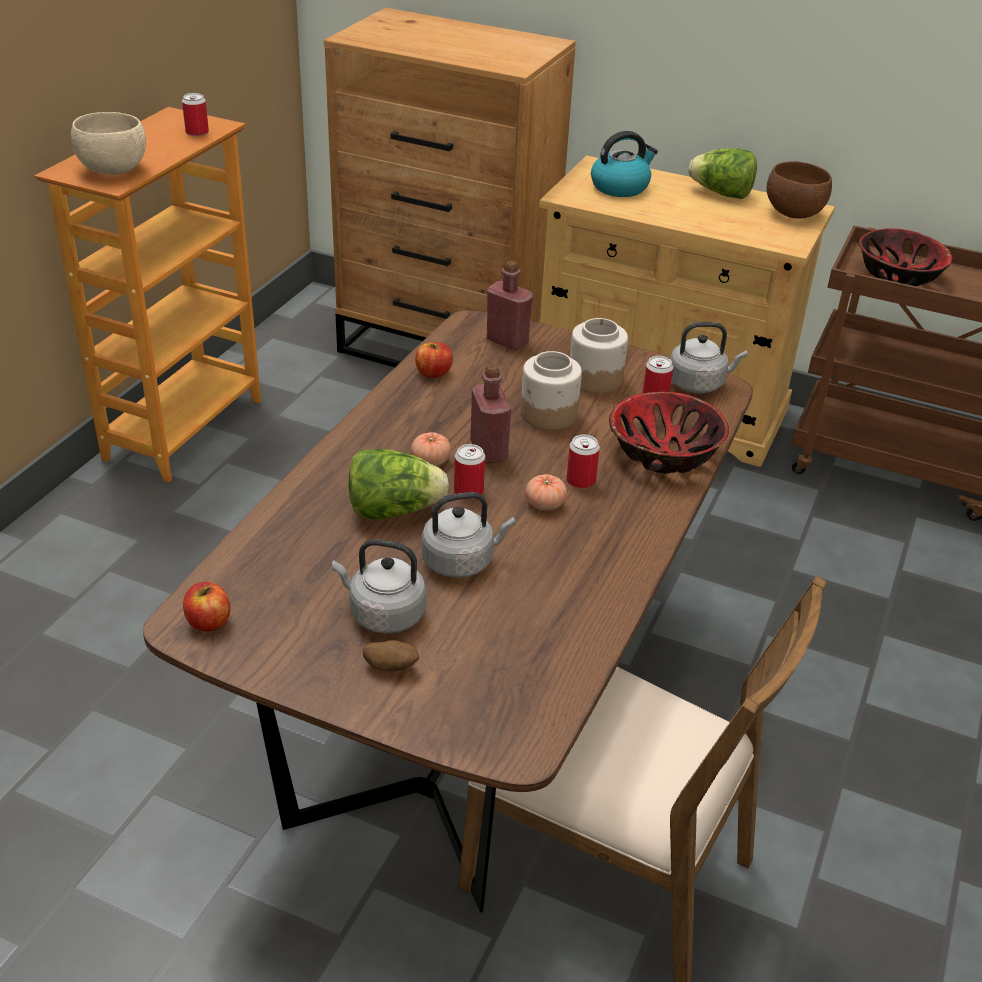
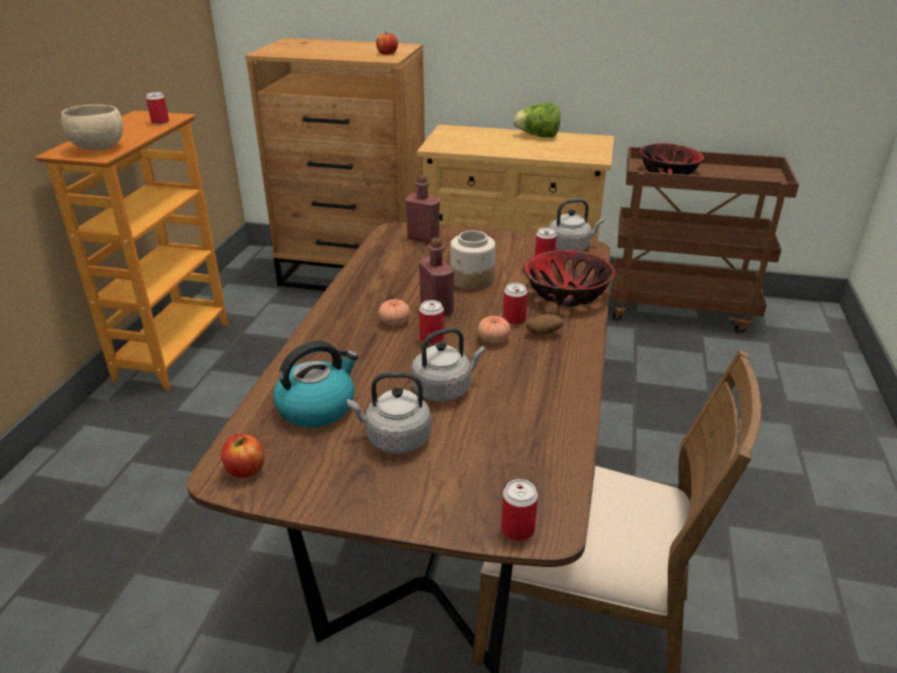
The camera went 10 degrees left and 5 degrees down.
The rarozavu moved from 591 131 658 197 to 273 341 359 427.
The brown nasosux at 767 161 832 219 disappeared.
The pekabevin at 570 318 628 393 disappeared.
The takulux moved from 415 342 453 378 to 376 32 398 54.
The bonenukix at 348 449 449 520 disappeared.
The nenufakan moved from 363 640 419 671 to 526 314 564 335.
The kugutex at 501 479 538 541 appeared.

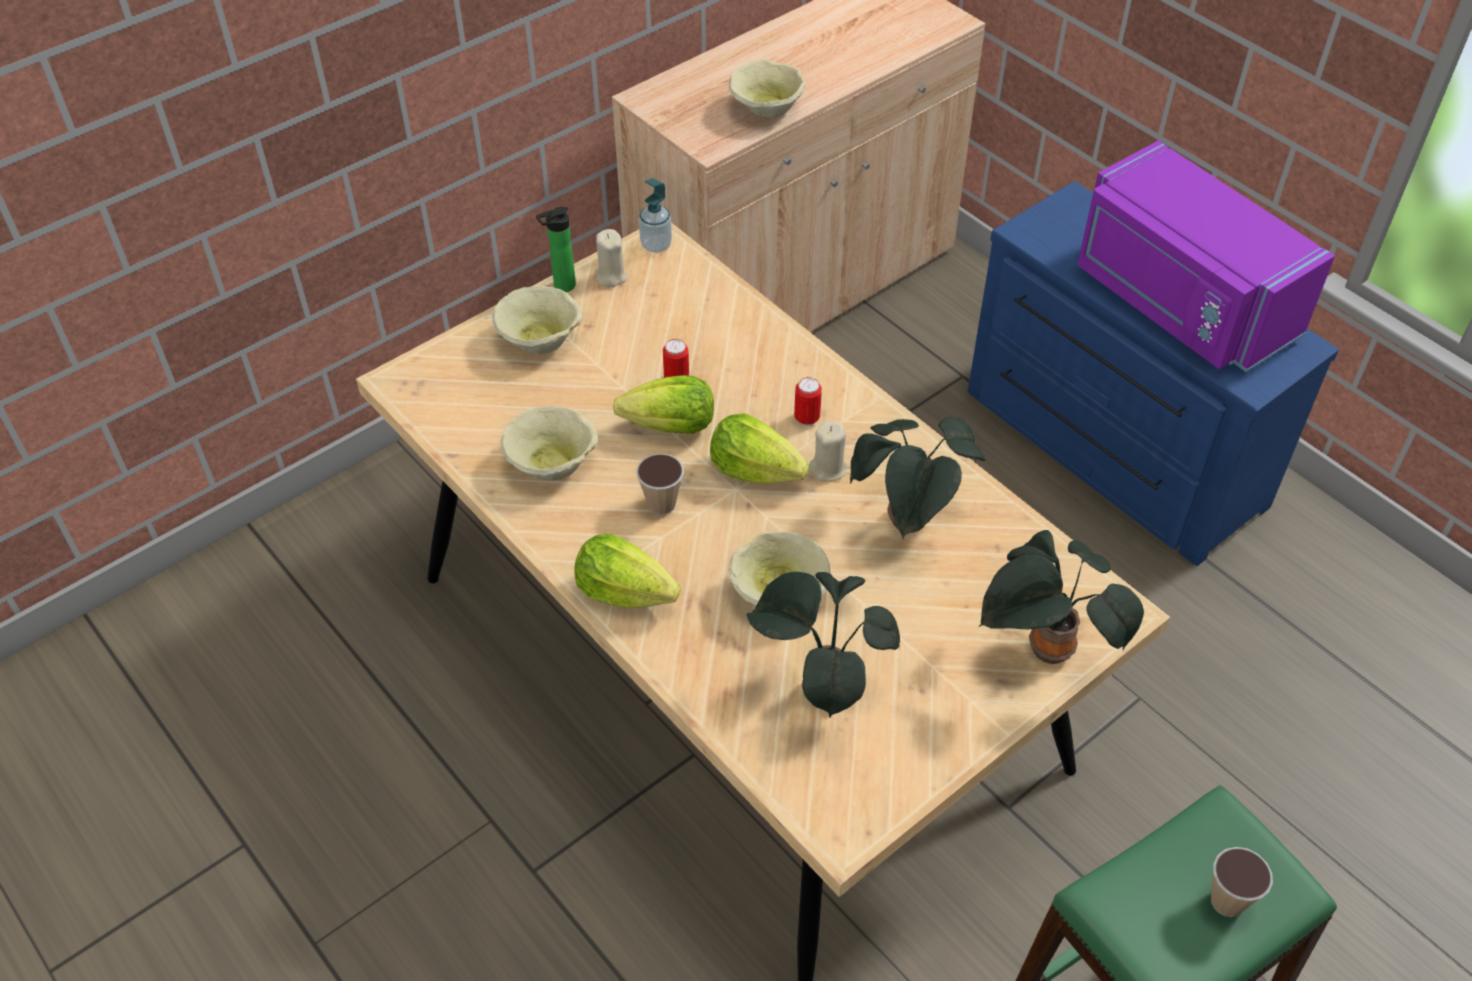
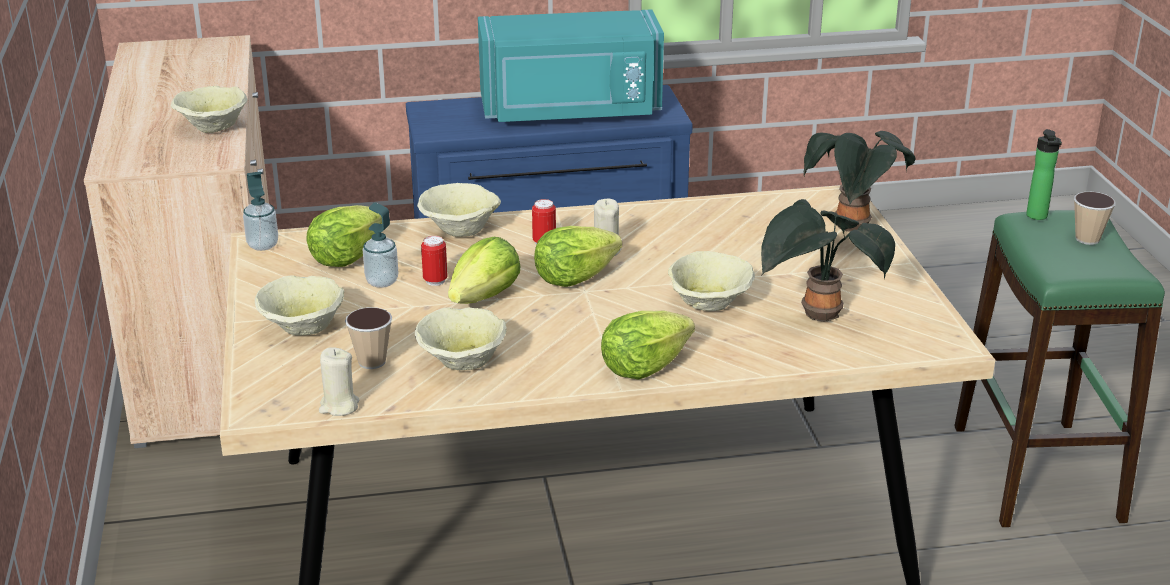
The camera went 60 degrees left and 20 degrees down.
The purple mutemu at 1077 141 1335 372 became the turquoise mutemu at 478 9 664 122.
The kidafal moved from 536 207 576 292 to 1026 129 1062 220.
The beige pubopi moved from 595 229 627 287 to 319 347 359 416.
The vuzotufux at 850 417 986 539 disappeared.
The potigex moved from 636 454 684 515 to 345 307 392 369.
The beige nasosux at 417 183 501 237 appeared.
The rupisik at 363 203 399 288 appeared.
The bonenukix at 306 205 382 267 appeared.

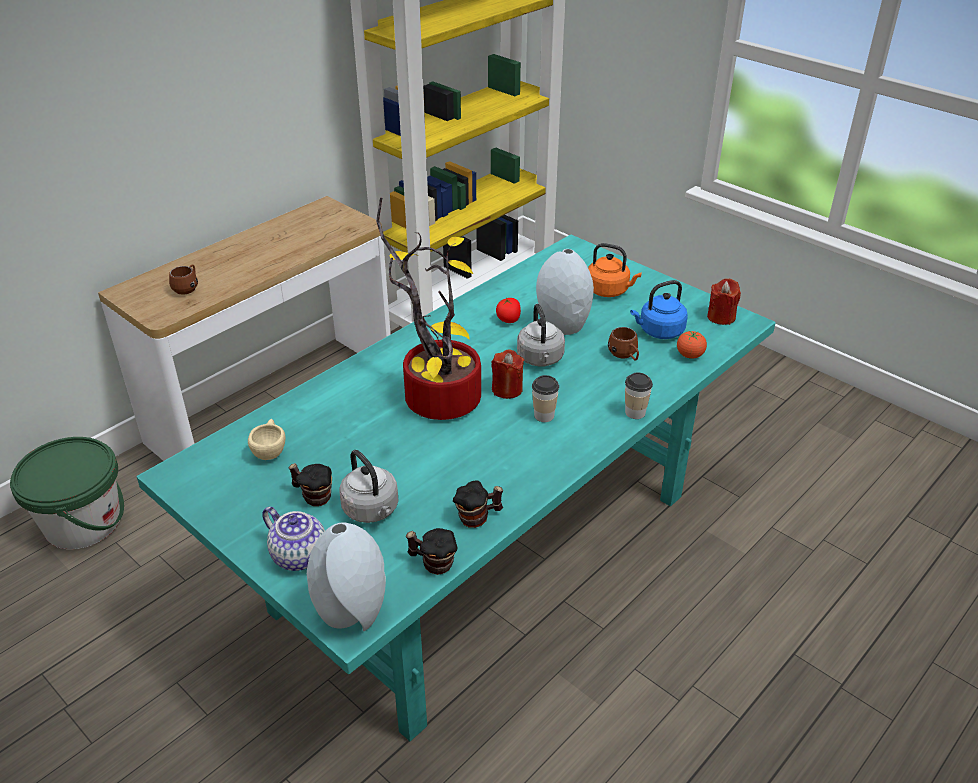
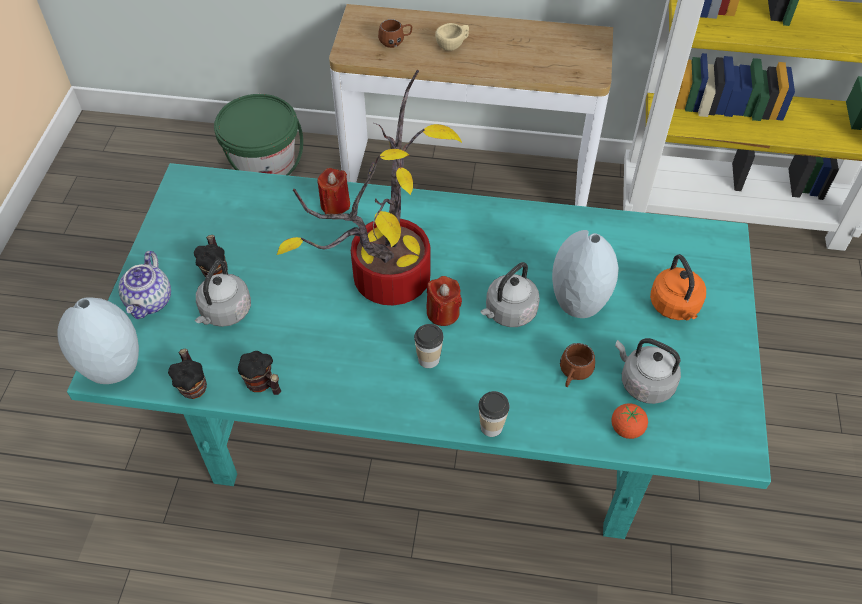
The camera went 55 degrees right and 15 degrees up.
The red pubopi moved from 707 278 741 325 to 317 168 350 214.
The blue rarozavu at 630 280 688 339 became the grey rarozavu at 615 338 681 404.
The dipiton at 496 297 521 323 disappeared.
The beige potigex moved from 248 419 286 460 to 435 23 469 51.

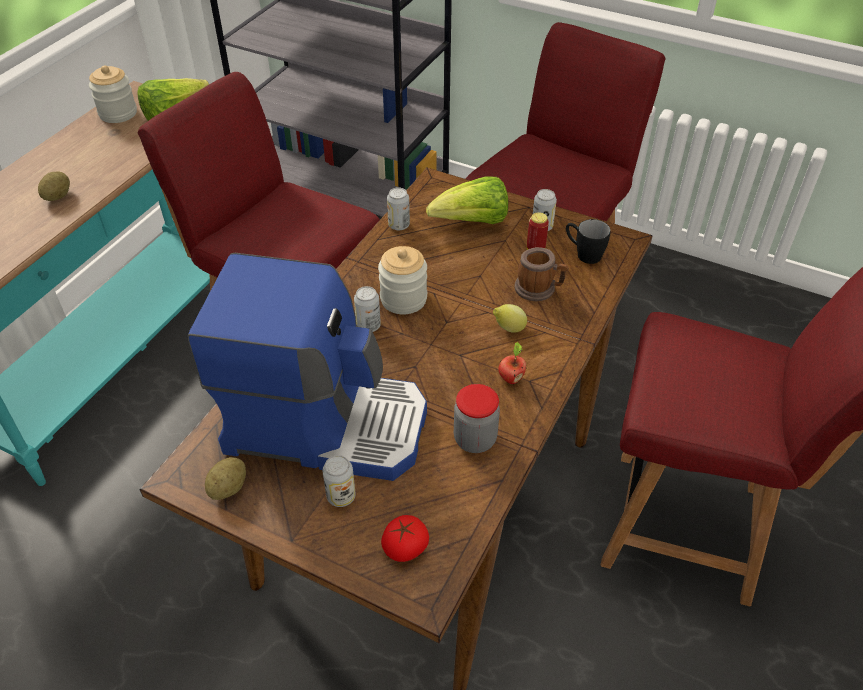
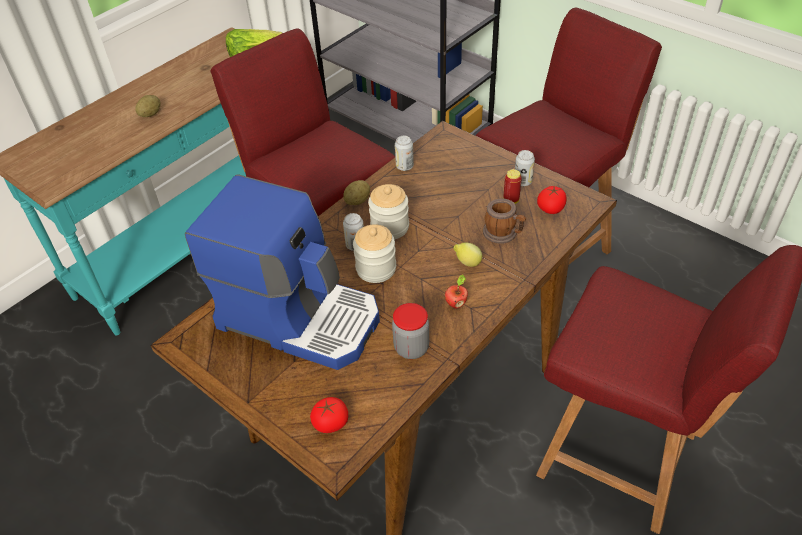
The camera went 15 degrees right and 0 degrees up.
The pekabevin moved from 89 65 137 123 to 353 224 396 283.
The bonenukix at 426 176 508 224 disappeared.
The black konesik at 566 219 611 264 was replaced by the dipiton at 537 186 567 214.
The kugutex at 322 455 356 507 disappeared.
The nenufakan moved from 205 457 246 500 to 343 180 370 205.

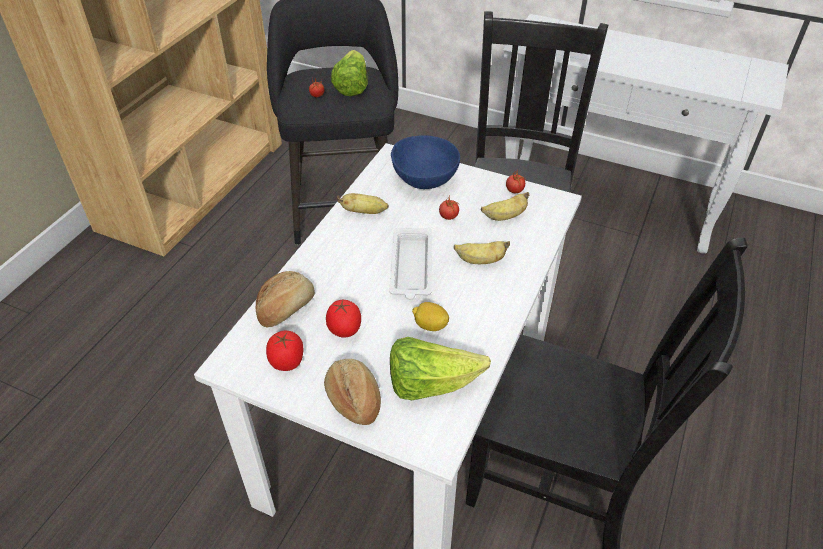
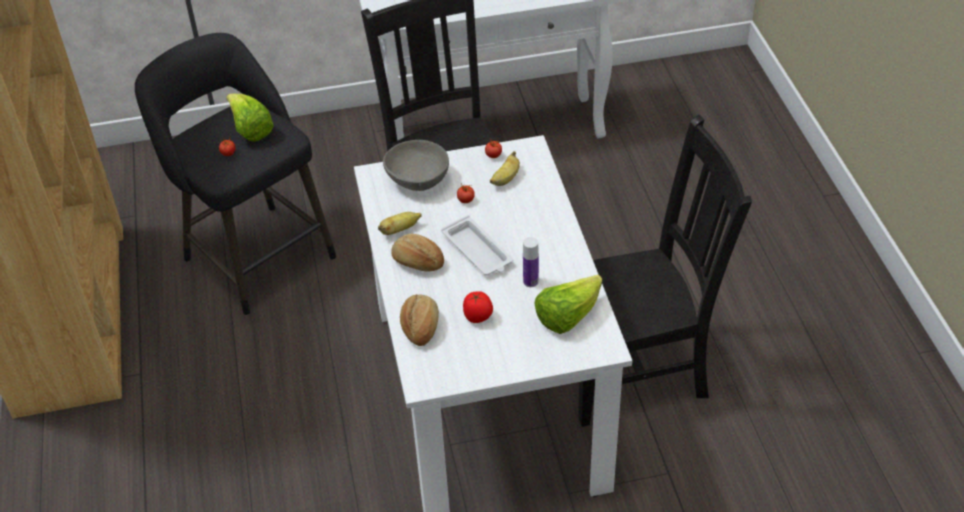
The camera went 35 degrees left and 0 degrees up.
The blue nasosux at 391 135 460 189 became the grey nasosux at 383 140 449 191.
The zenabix at 454 241 510 264 disappeared.
The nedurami at 412 302 449 331 was replaced by the kidafal at 523 237 539 287.
The dipiton at 266 331 304 371 disappeared.
The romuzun moved from 324 359 381 425 to 391 234 444 271.

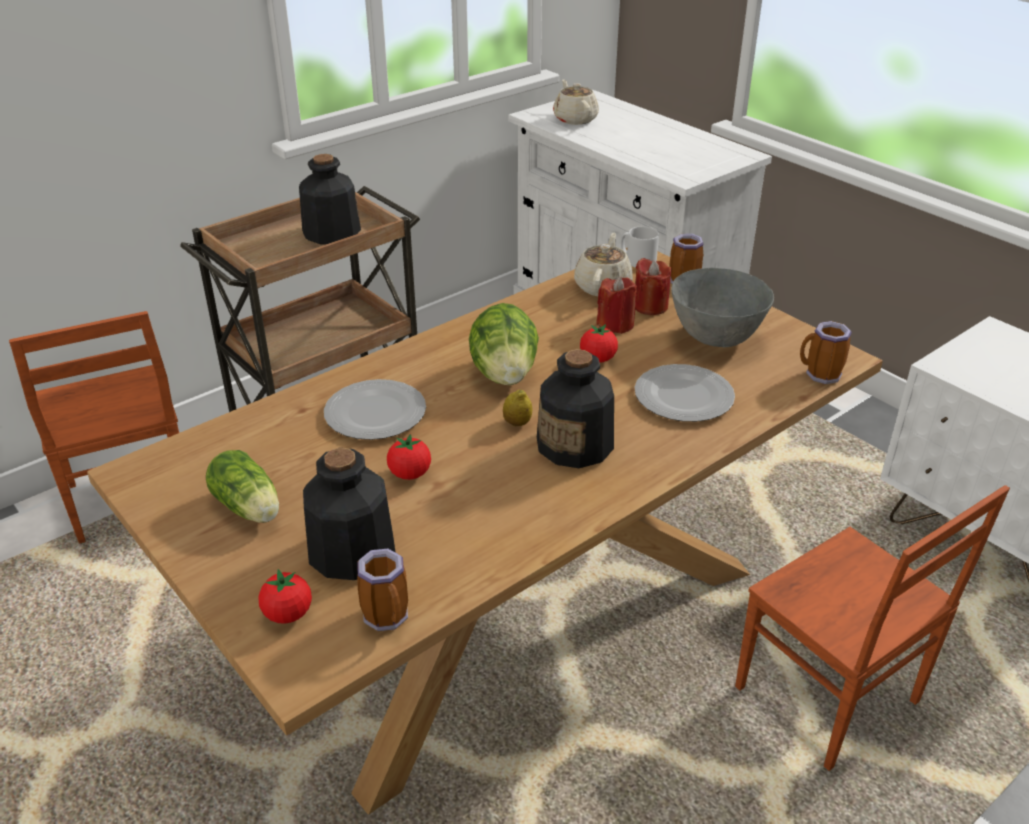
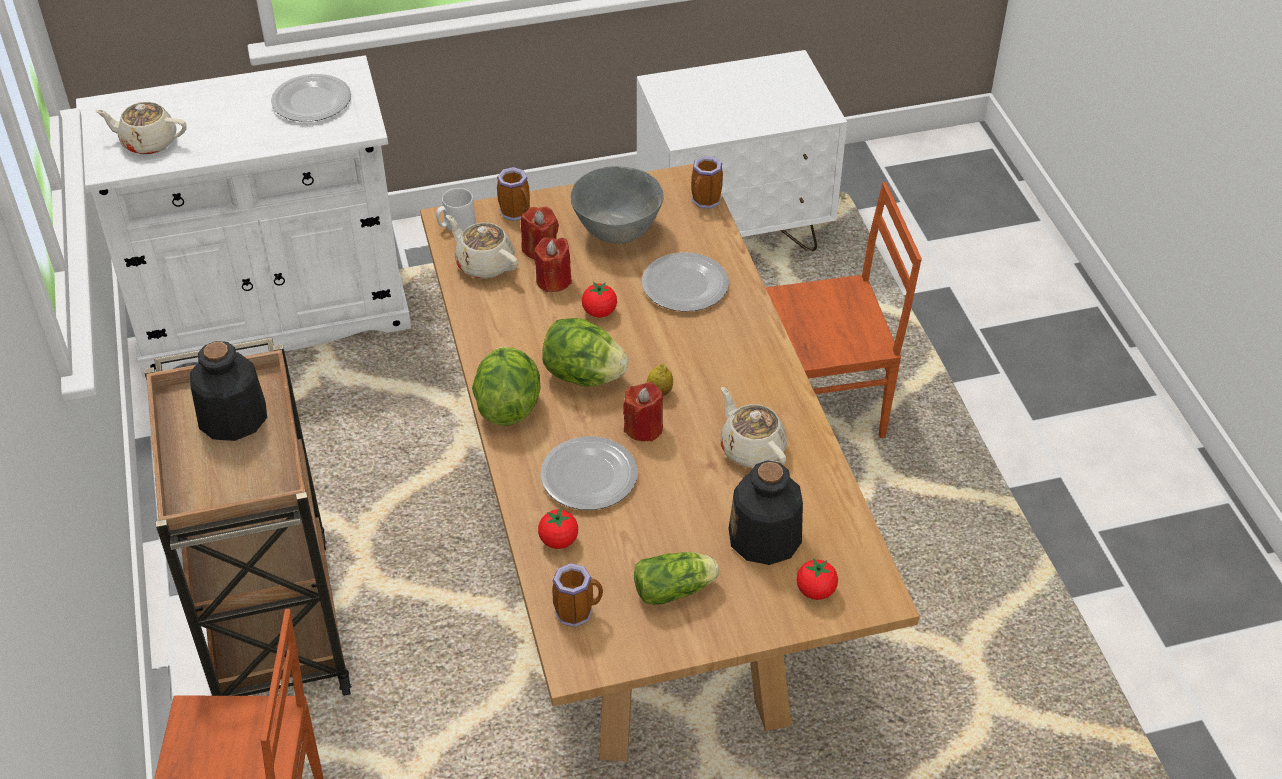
The camera went 65 degrees left and 10 degrees up.
The kidafal at 537 349 614 468 disappeared.
The dipiton moved from 387 434 431 480 to 538 508 578 549.
The konesik moved from 357 549 408 631 to 552 563 603 627.
The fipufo at 271 74 351 122 appeared.
The bonenukix at 472 347 541 426 appeared.
The red pubopi at 623 382 663 442 appeared.
The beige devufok at 720 387 787 468 appeared.

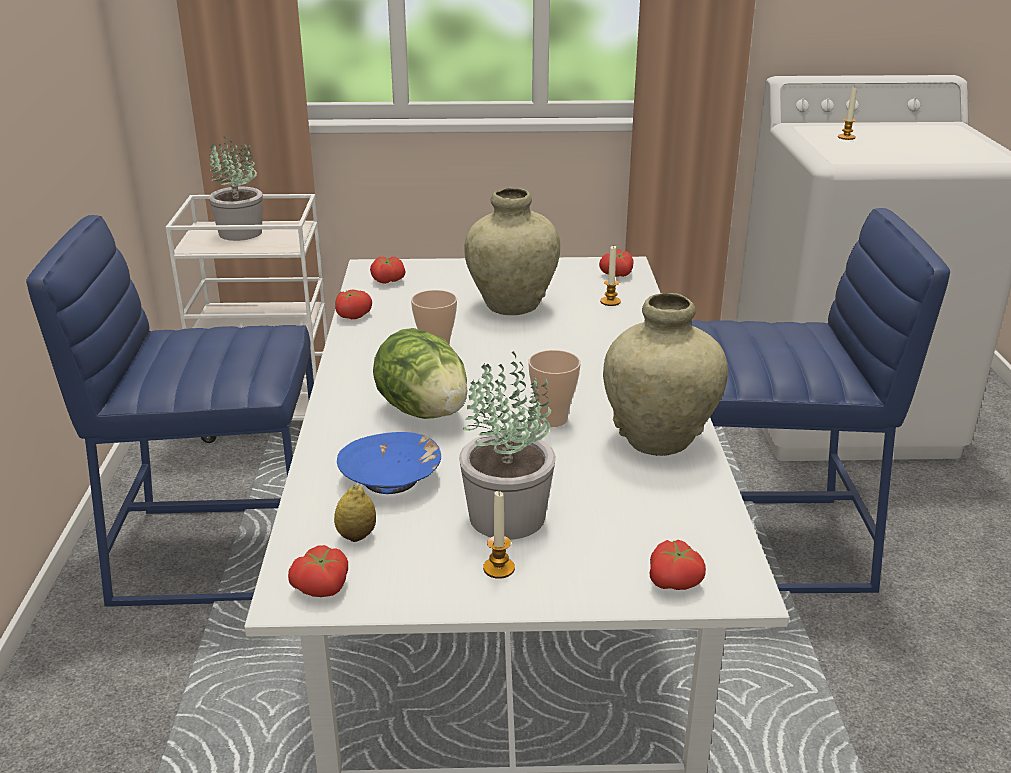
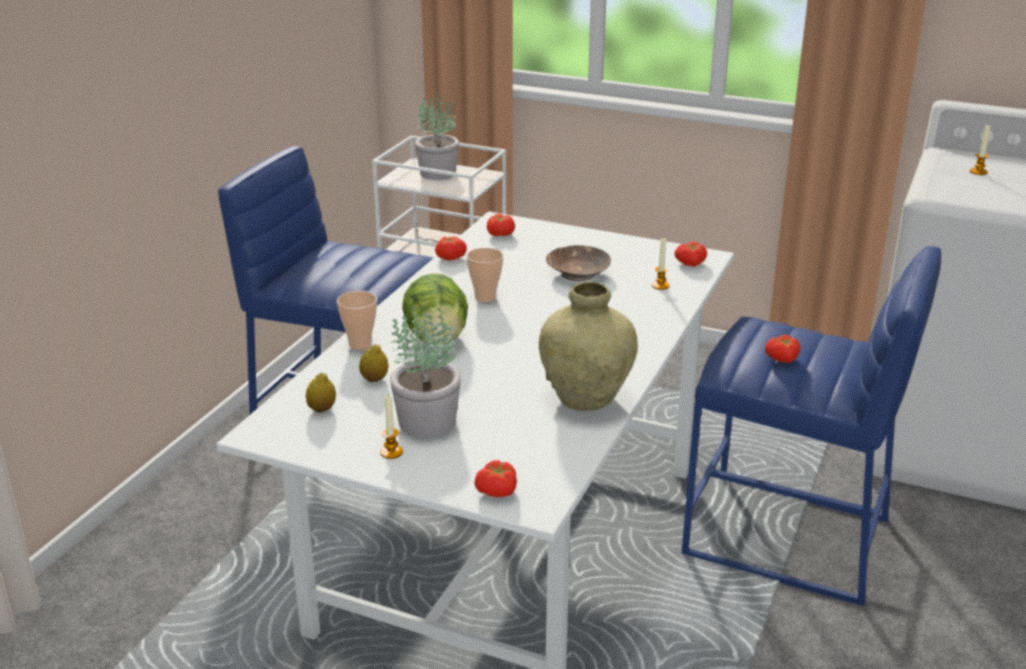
The camera went 25 degrees right and 0 degrees up.
The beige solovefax at 464 188 560 315 was replaced by the brown nasosux at 546 245 611 281.
The potigex moved from 528 350 581 427 to 337 291 377 350.
The blue nasosux at 337 432 441 494 was replaced by the nedurami at 359 344 388 382.
The dipiton moved from 288 545 348 597 to 765 335 800 363.

